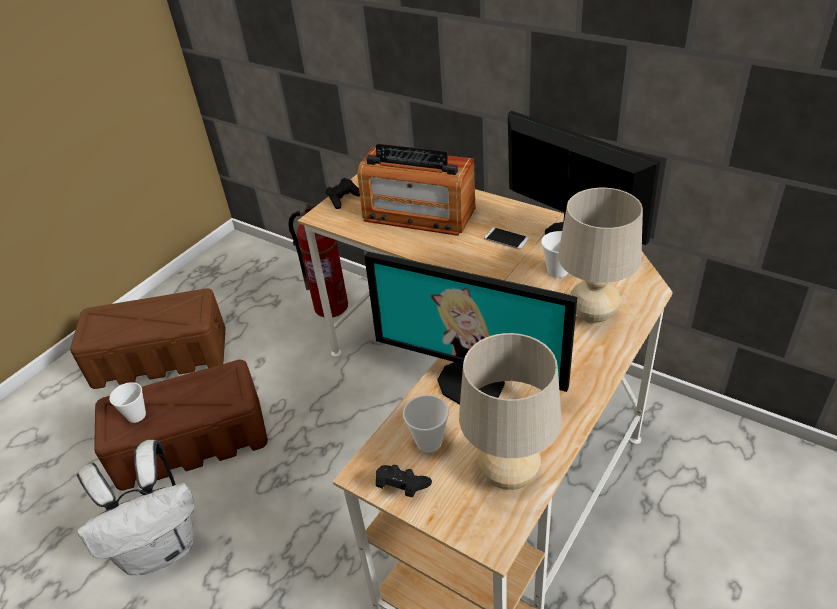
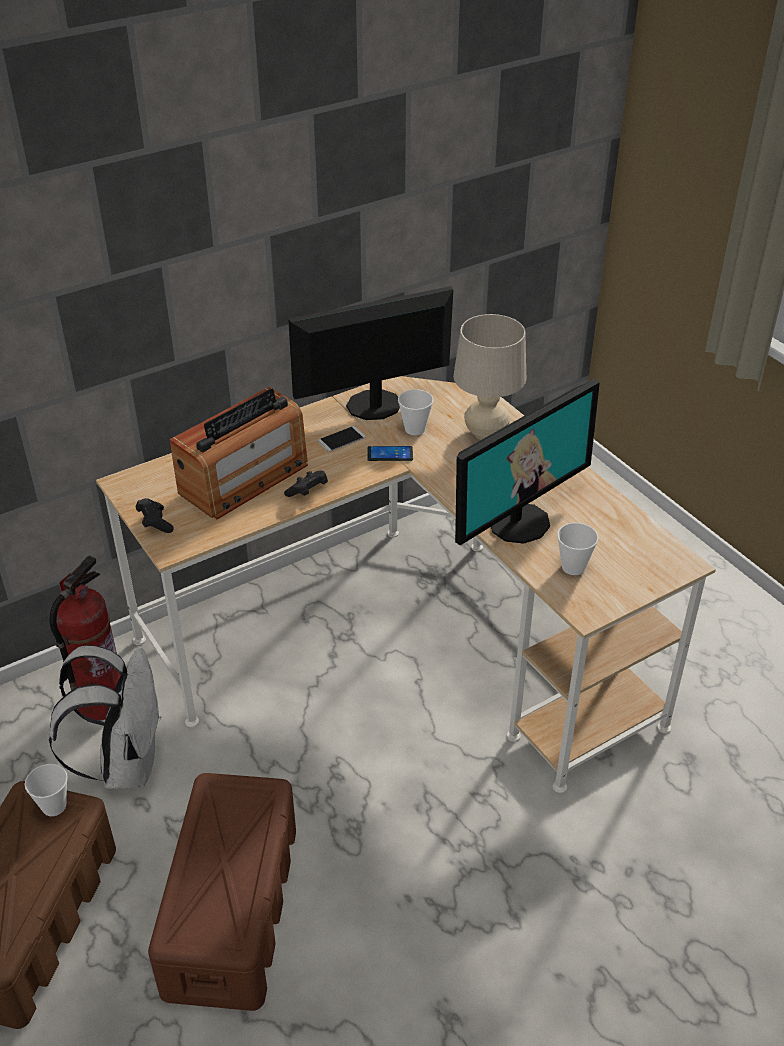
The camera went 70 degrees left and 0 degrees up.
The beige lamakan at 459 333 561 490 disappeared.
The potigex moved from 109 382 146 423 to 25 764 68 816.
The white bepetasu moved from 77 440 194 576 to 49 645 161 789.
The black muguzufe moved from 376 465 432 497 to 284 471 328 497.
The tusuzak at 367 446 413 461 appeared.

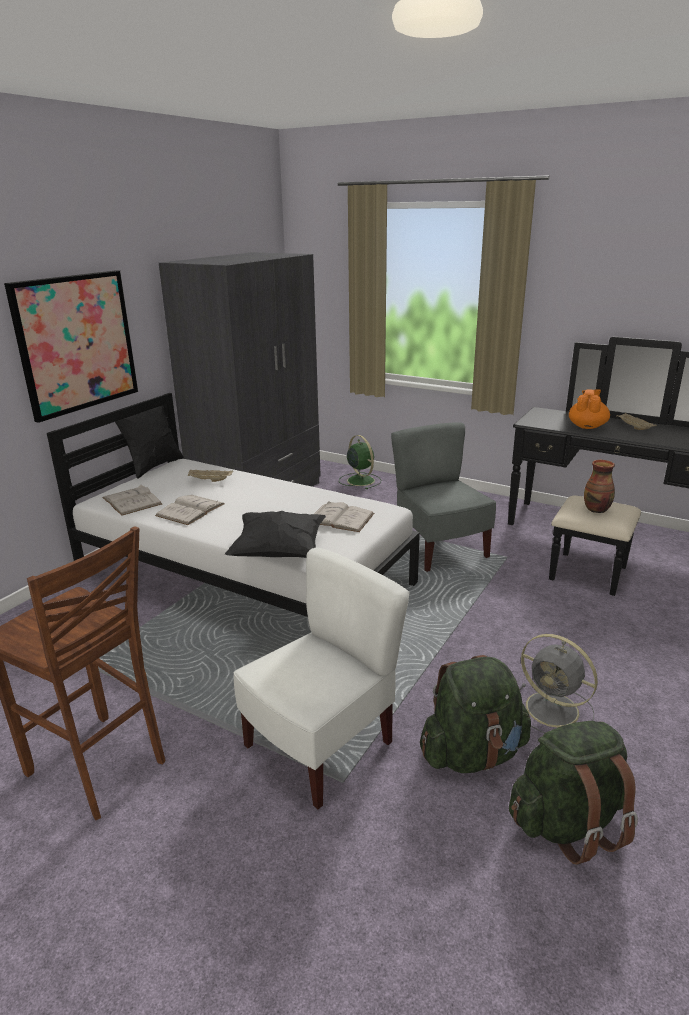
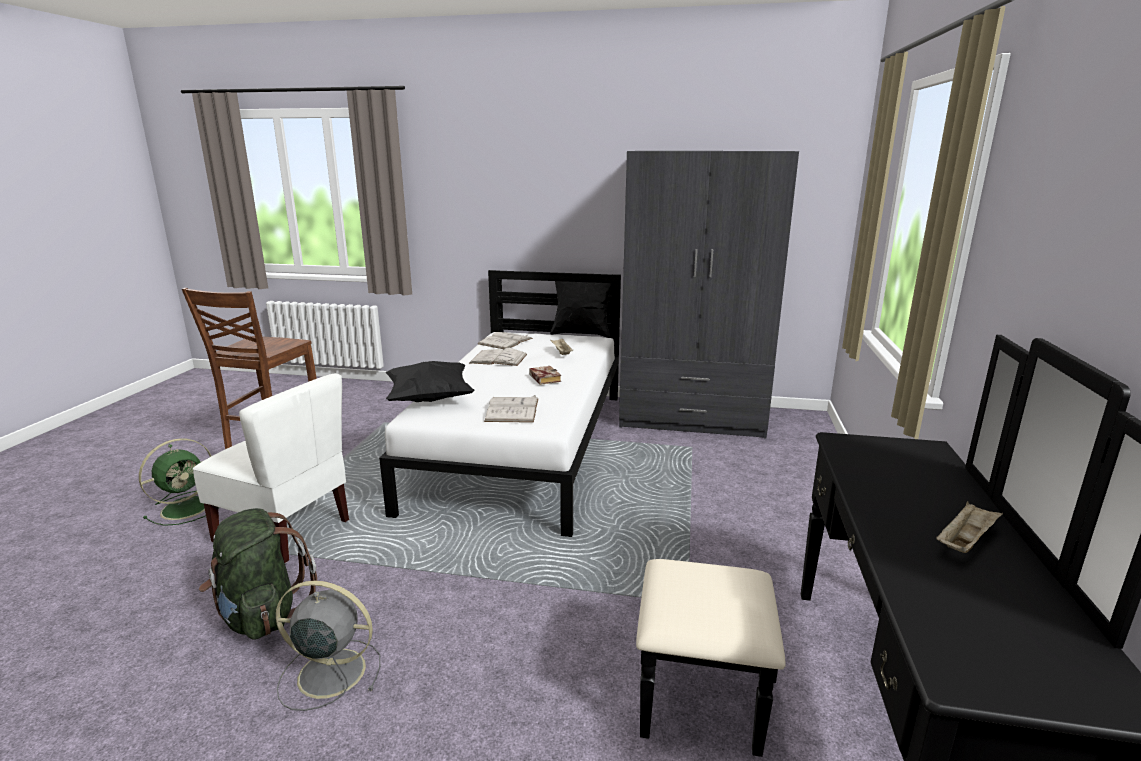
The camera went 70 degrees right and 5 degrees down.
The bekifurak at 4 270 138 423 disappeared.
The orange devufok at 569 390 610 429 disappeared.
The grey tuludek at 391 422 496 572 disappeared.
The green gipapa moved from 339 435 381 489 to 139 438 220 526.
The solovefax at 584 460 615 513 disappeared.
The grey gipapa at 519 634 598 733 turned 75 degrees clockwise.
The green bepetasu at 509 721 638 865 disappeared.
The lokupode at 529 366 561 385 appeared.

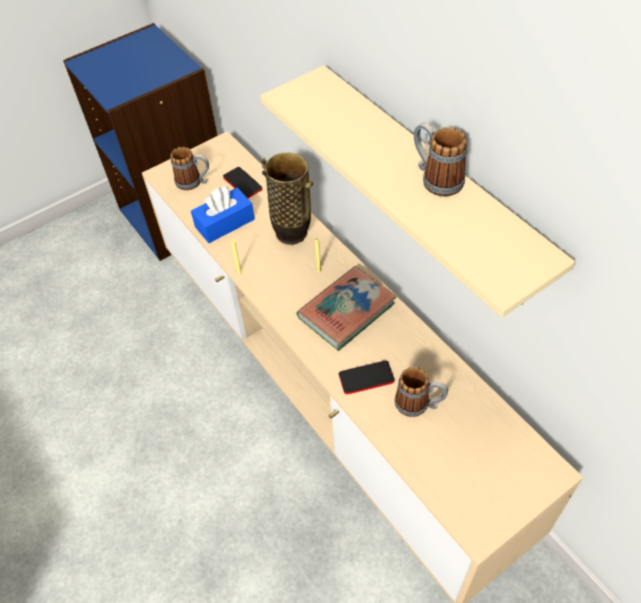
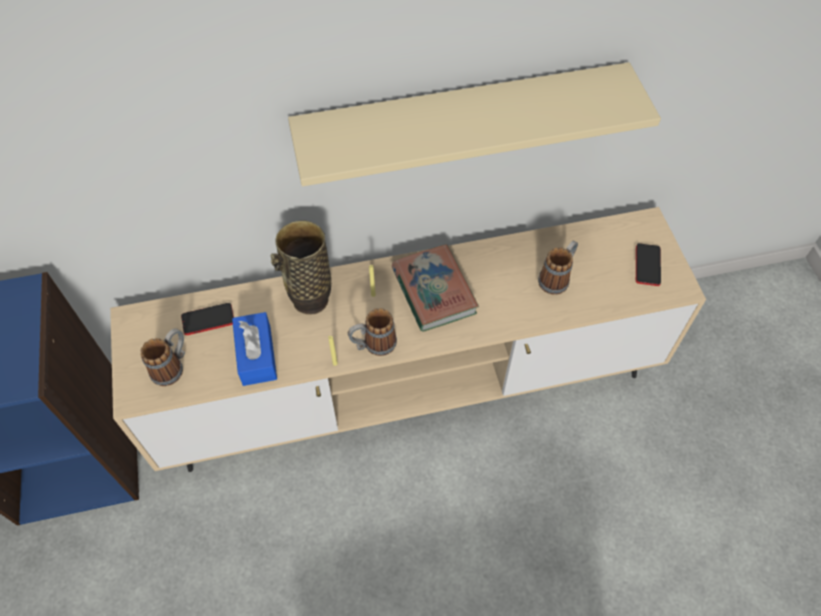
The camera went 70 degrees left and 5 degrees up.
The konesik moved from 414 122 467 197 to 348 308 397 356.
The tusuzak moved from 338 361 395 394 to 636 243 661 286.

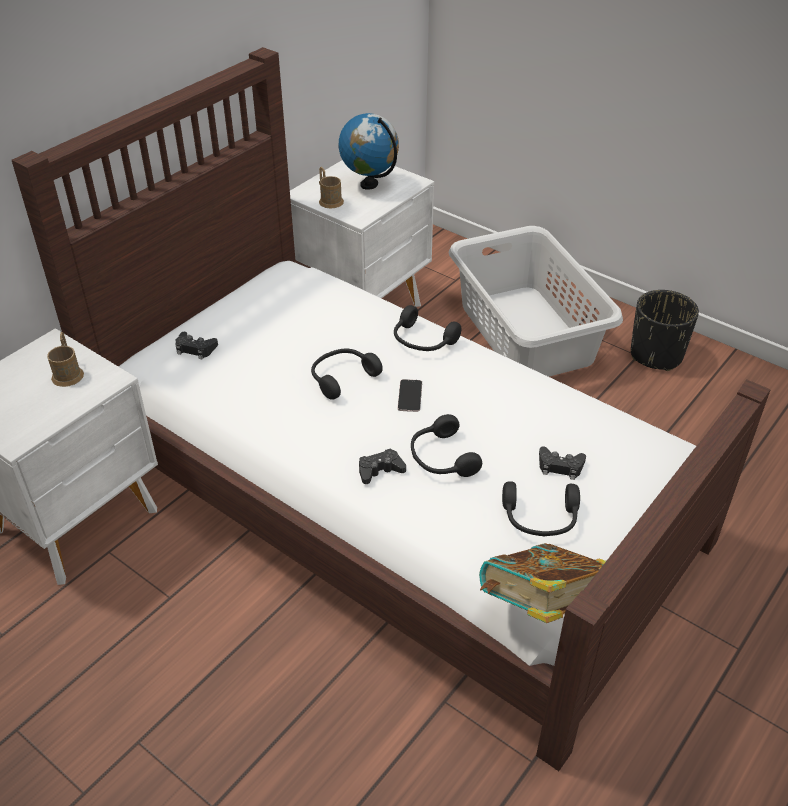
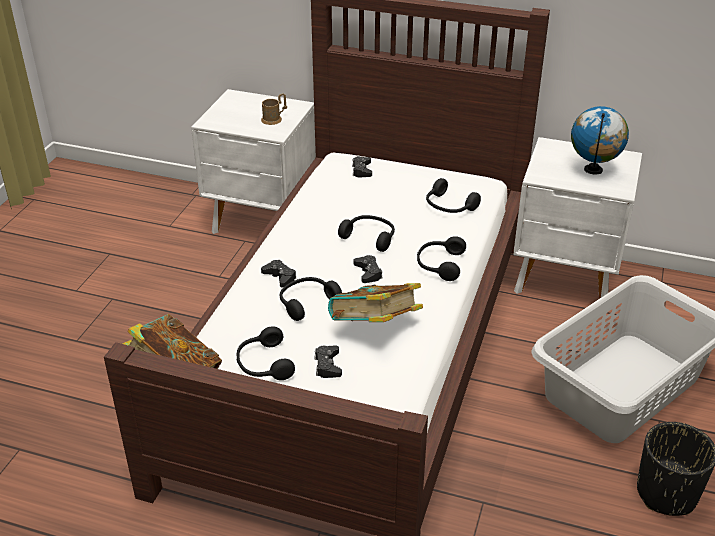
The camera went 70 degrees right and 5 degrees down.
The brown konesik at 319 167 344 209 disappeared.
The tusuzak at 398 379 422 412 was replaced by the black muguzufe at 354 255 382 283.
The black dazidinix at 426 178 481 213 appeared.
The lokupode at 328 283 423 322 appeared.

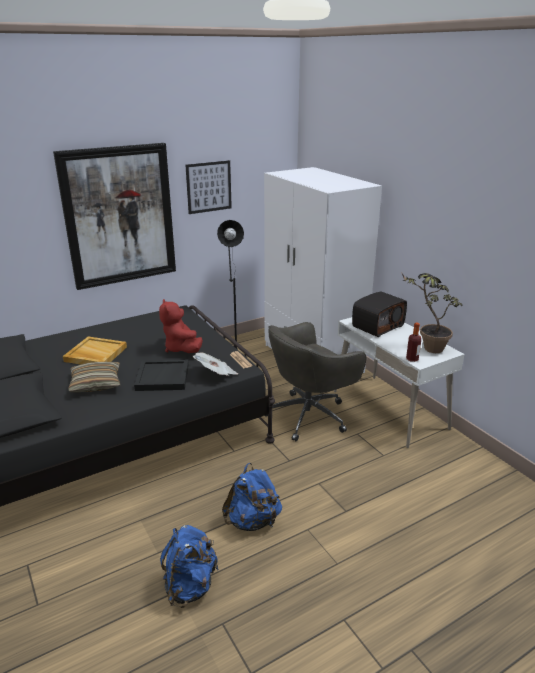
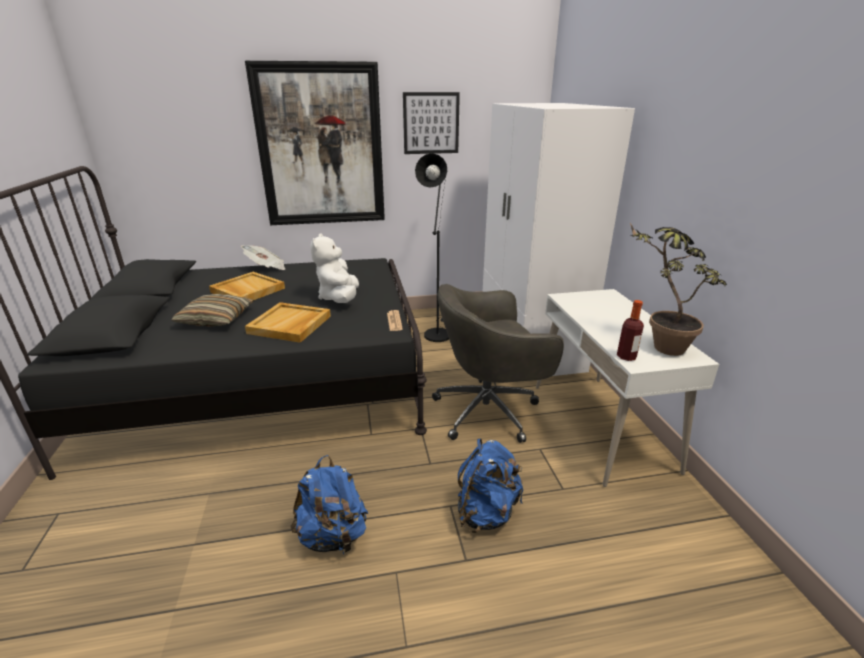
The camera went 20 degrees right and 0 degrees up.
The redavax at 352 291 407 337 disappeared.
The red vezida at 159 299 203 353 became the white vezida at 310 233 359 303.
The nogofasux moved from 193 353 238 376 to 241 245 285 270.
The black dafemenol at 134 359 189 391 became the beige dafemenol at 245 302 331 343.
The blue bepetasu moved from 160 525 219 608 to 458 438 523 533.

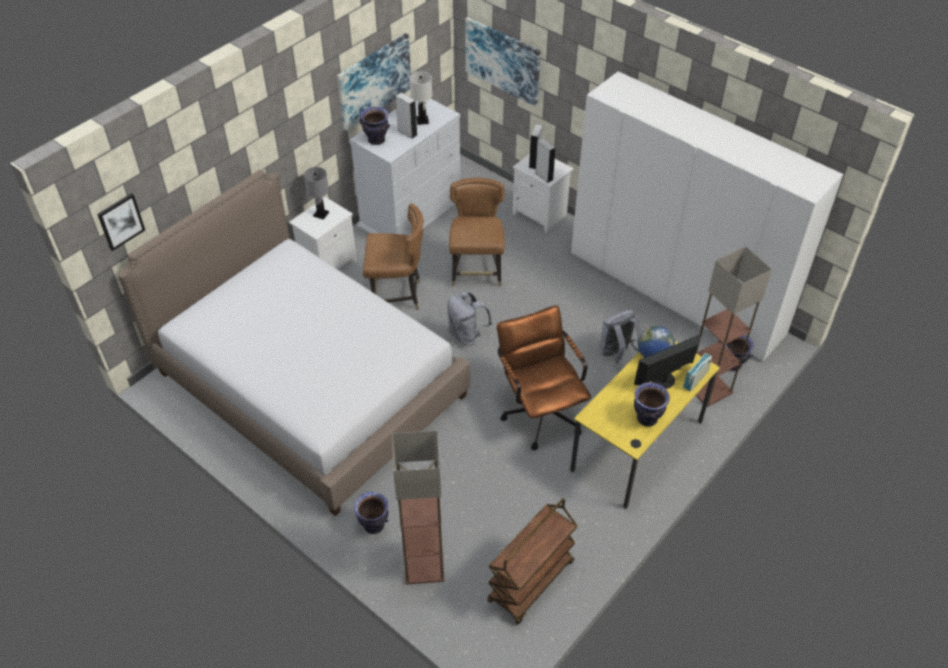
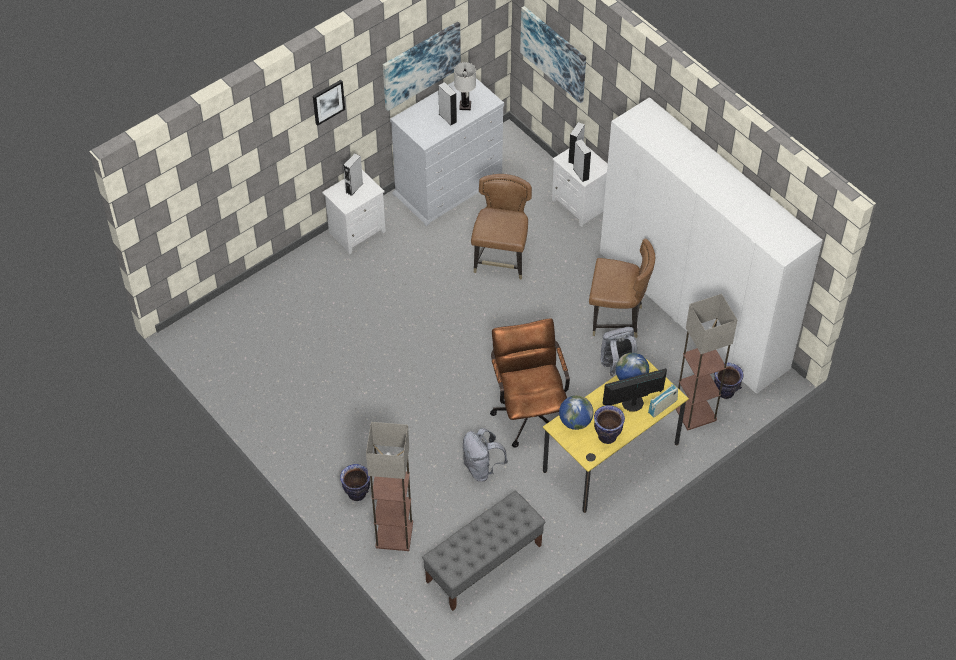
The camera went 10 degrees right and 5 degrees up.
The solovefax at 360 106 390 145 disappeared.
The grey lamakan at 304 167 329 220 was replaced by the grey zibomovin at 343 153 363 196.
The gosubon at 118 170 471 516 disappeared.
The bekifurak moved from 97 193 145 251 to 313 80 345 126.
The brown tuludek moved from 363 203 423 310 to 589 239 655 338.
The grey bepetasu moved from 447 291 492 346 to 462 428 508 482.
The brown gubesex at 487 499 578 625 was replaced by the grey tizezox at 422 490 545 611.
The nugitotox at 559 395 594 430 appeared.

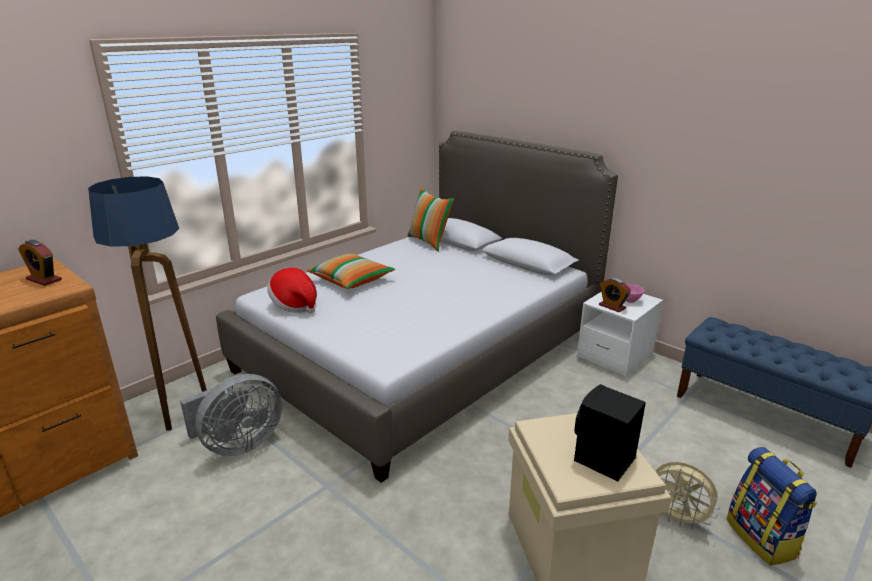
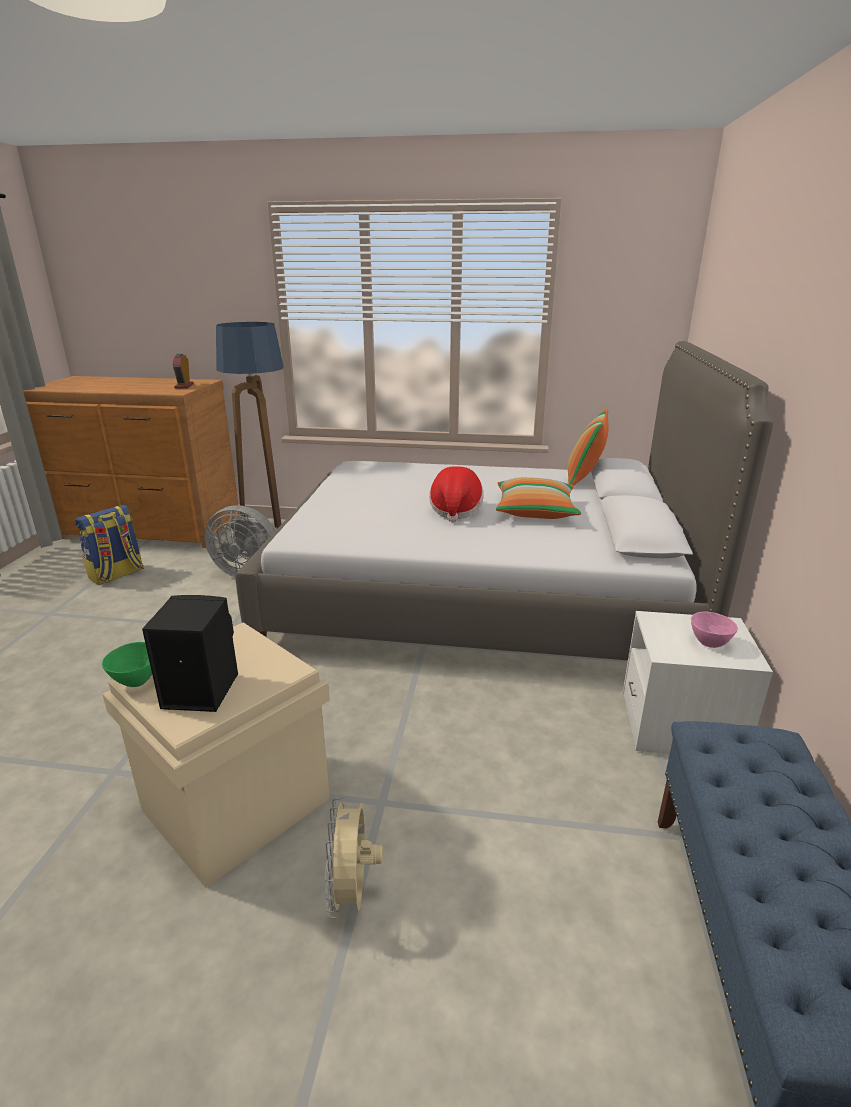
The camera went 55 degrees right and 0 degrees up.
The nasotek moved from 307 253 395 289 to 496 477 581 519.
The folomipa moved from 267 268 317 313 to 429 466 484 522.
The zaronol at 599 278 631 312 disappeared.
The bepetasu moved from 727 447 817 566 to 75 505 144 585.
The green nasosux at 102 642 152 687 appeared.

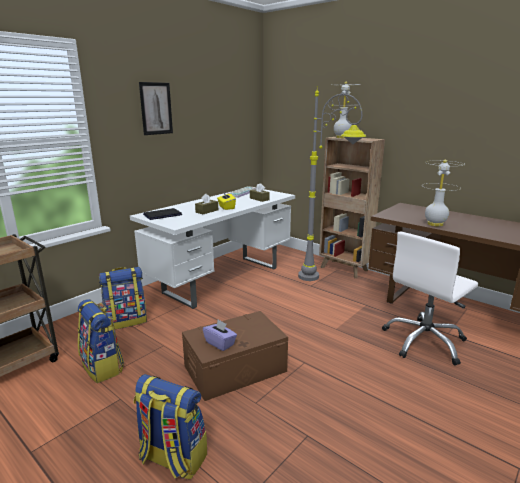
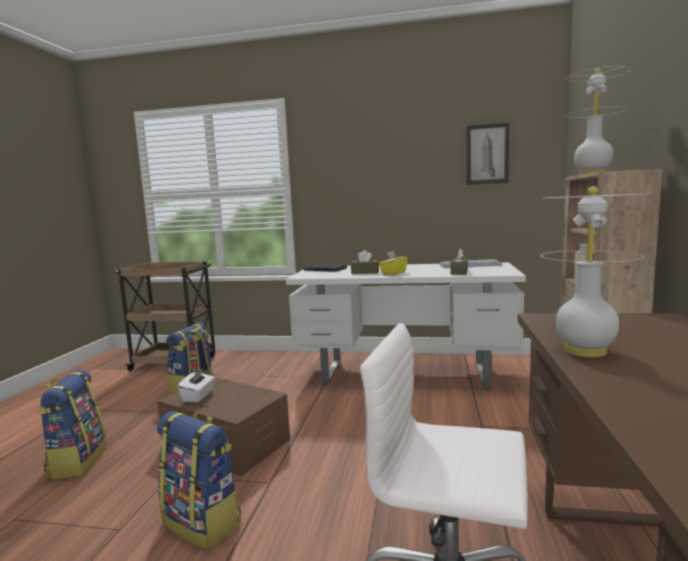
The camera went 60 degrees right and 10 degrees down.
The bekifurak moved from 139 82 173 135 to 467 123 509 185.
The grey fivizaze at 298 86 366 281 disappeared.
The bepetasu moved from 99 267 147 329 to 157 411 241 549.
The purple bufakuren at 203 319 237 351 became the white bufakuren at 178 368 215 402.

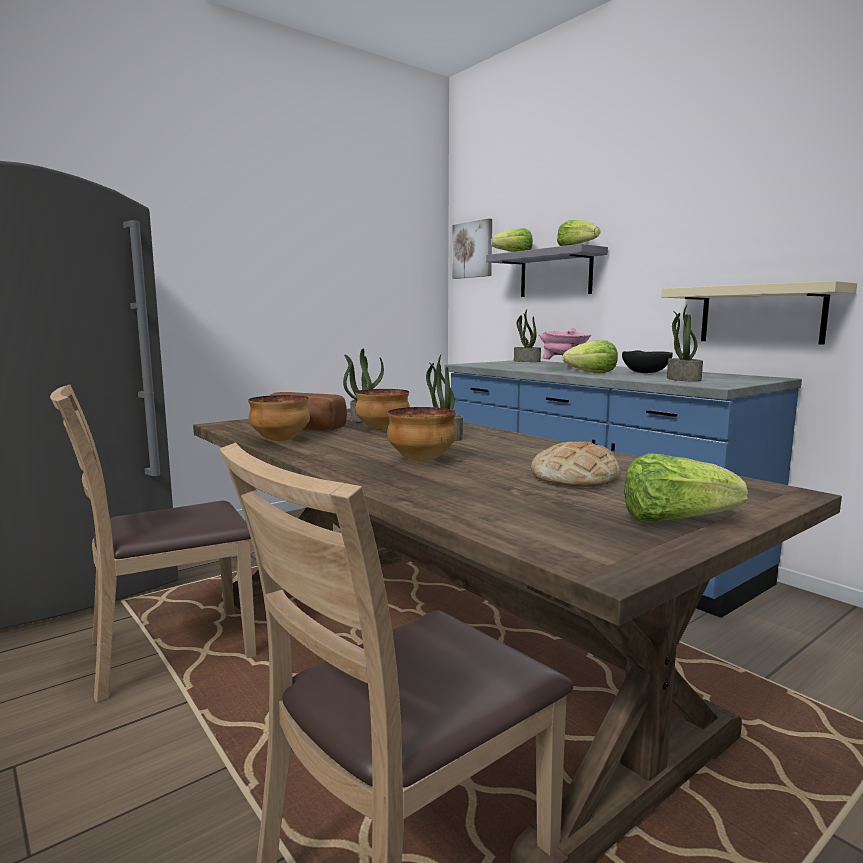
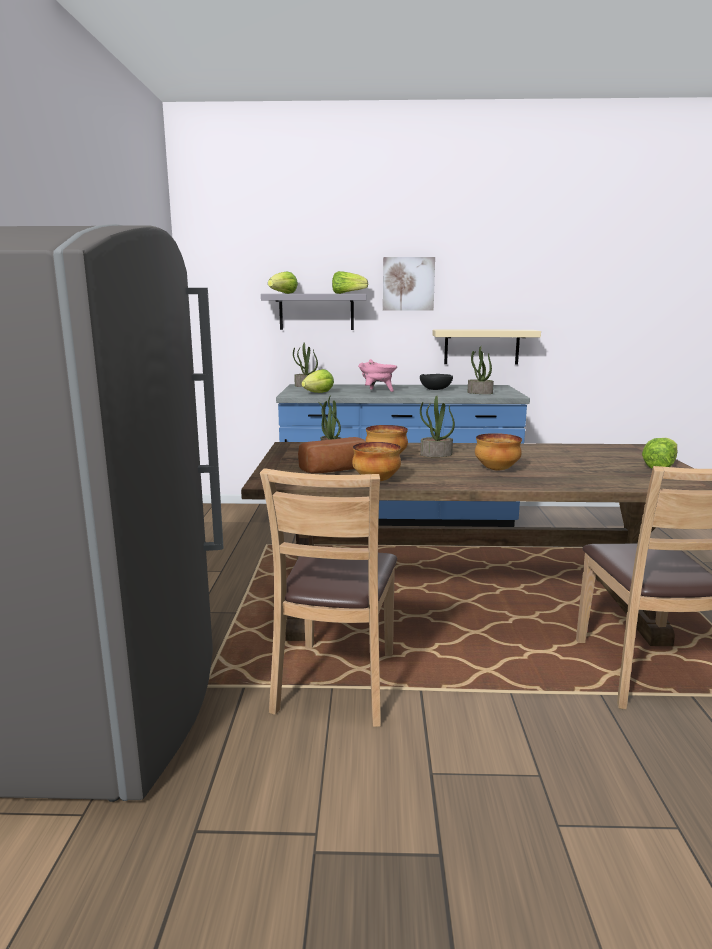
The camera went 50 degrees left and 5 degrees up.
The bekifurak moved from 452 218 492 279 to 383 257 435 311.
The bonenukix moved from 562 340 618 373 to 301 369 334 393.
The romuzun at 531 441 621 487 disappeared.

